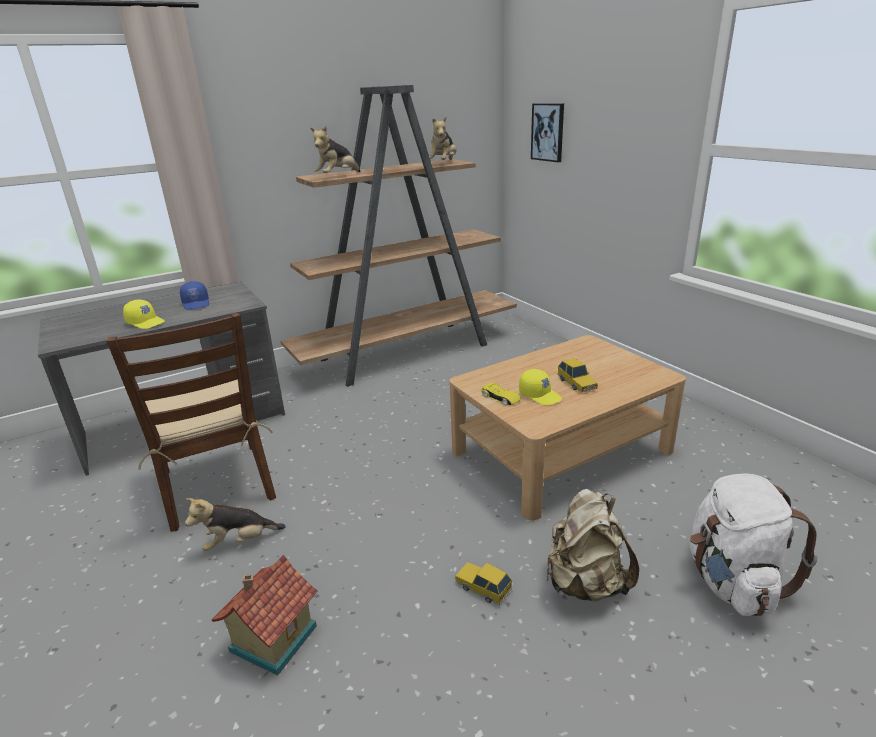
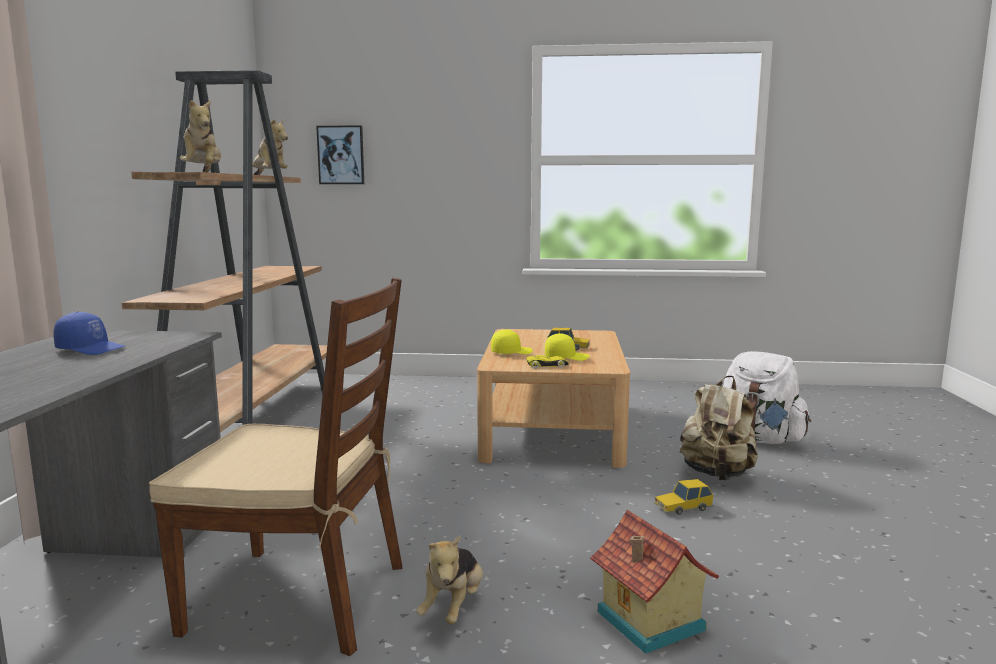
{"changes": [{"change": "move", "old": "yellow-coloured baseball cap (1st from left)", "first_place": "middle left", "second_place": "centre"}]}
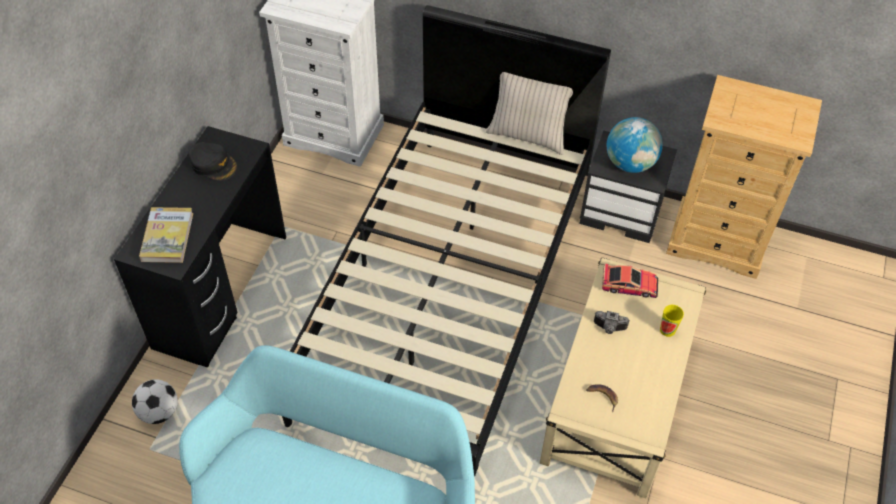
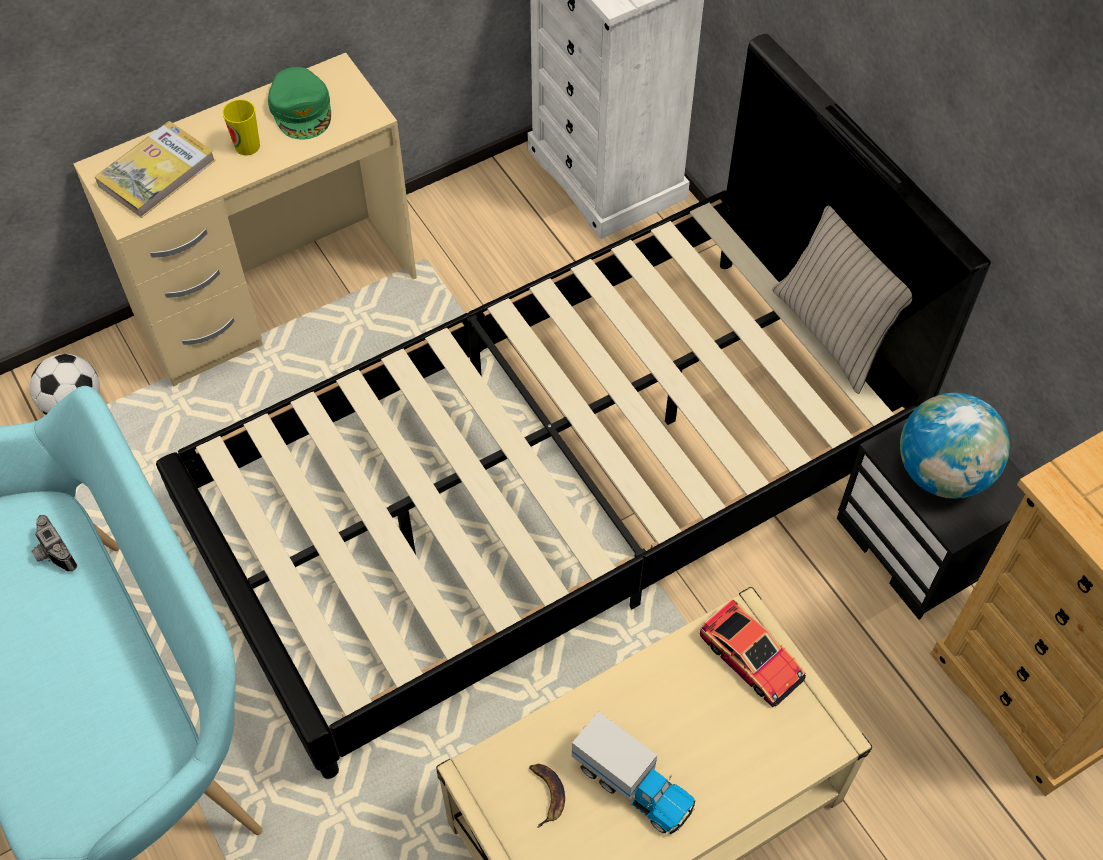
{"changes": [{"change": "recolor", "old": "black-coloured desk table", "new": "sand-coloured desk table", "first_place": "middle left", "second_place": "top left"}, {"change": "recolor", "old": "black-coloured baseball cap", "new": "greenish baseball cap", "first_place": "top left", "second_place": "top left"}, {"change": "move", "old": "drinking cup", "first_place": "middle right", "second_place": "top left"}, {"change": "move", "old": "still camera", "first_place": "middle right", "second_place": "middle left"}, {"change": "insert", "new": "toy lorry", "second_place": "bottom centre"}]}
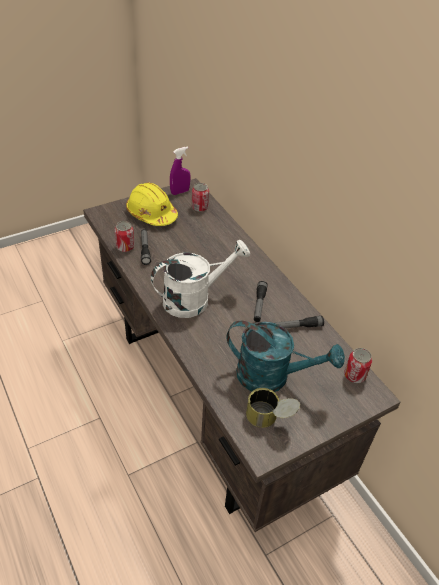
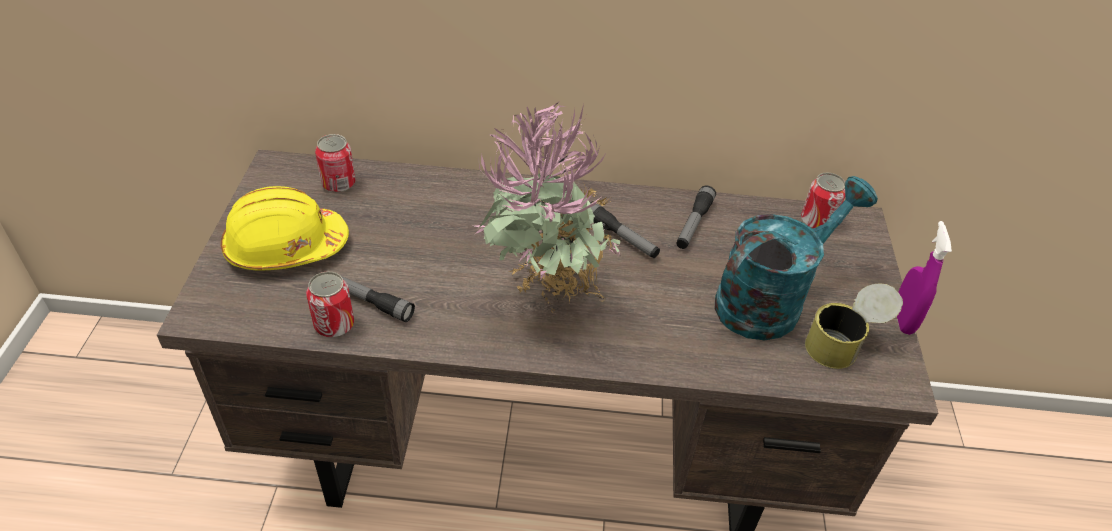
{"changes": [{"change": "move", "old": "purplish hand sprayer", "first_place": "top centre", "second_place": "middle right"}, {"change": "replace", "old": "whitish sprinkling can", "new": "houseplant", "first_place": "centre", "second_place": "centre"}]}
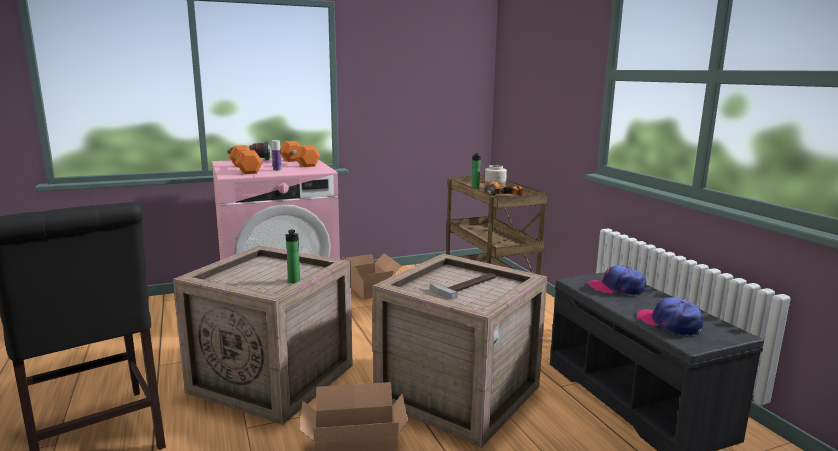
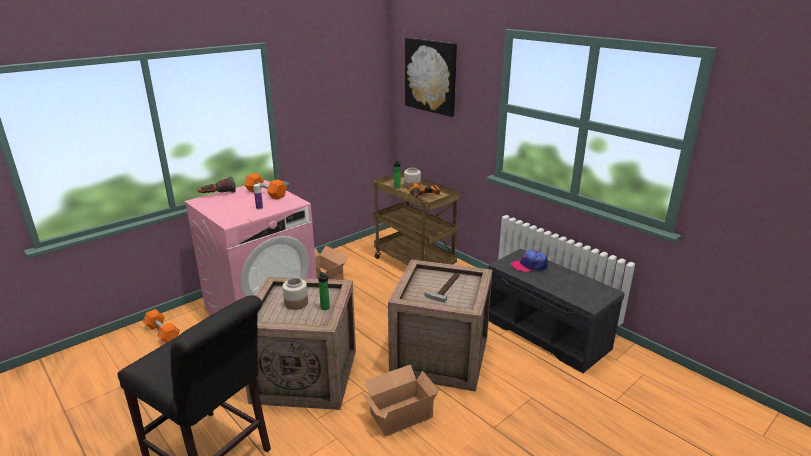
{"changes": [{"change": "move", "old": "orangey free weight (1st from left)", "first_place": "middle left", "second_place": "bottom left"}, {"change": "delete", "old": "baseball cap (2nd from left)", "first_place": "bottom right"}, {"change": "insert", "new": "wall picture", "second_place": "top centre"}, {"change": "insert", "new": "preserve jar (1st from left)", "second_place": "centre"}]}
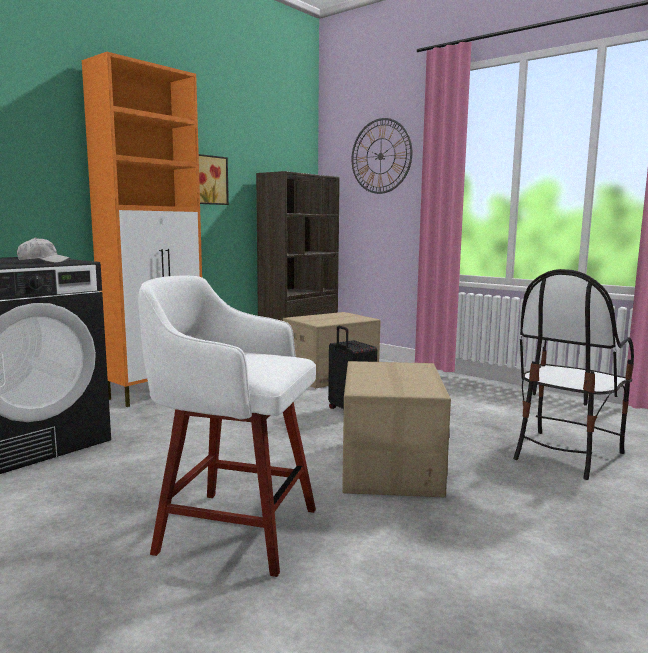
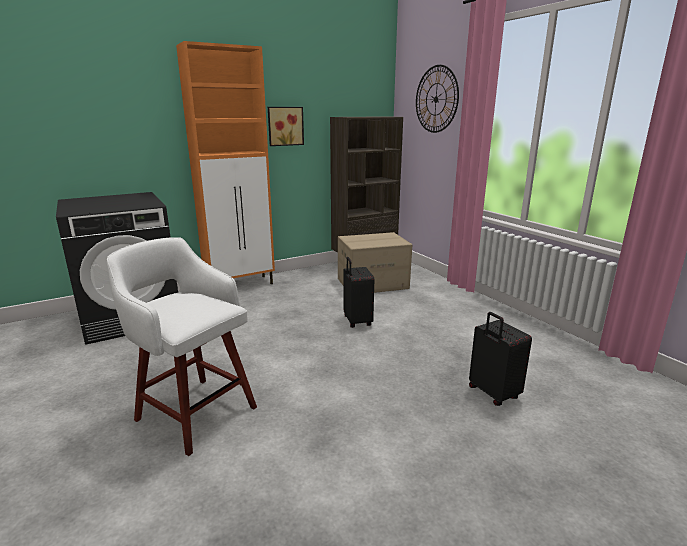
{"changes": [{"change": "delete", "old": "whitish baseball cap", "first_place": "middle left"}, {"change": "replace", "old": "upright chair", "new": "black-coloured piece of luggage (2nd from left)", "first_place": "middle right", "second_place": "middle right"}, {"change": "delete", "old": "carton (2nd from left)", "first_place": "centre"}]}
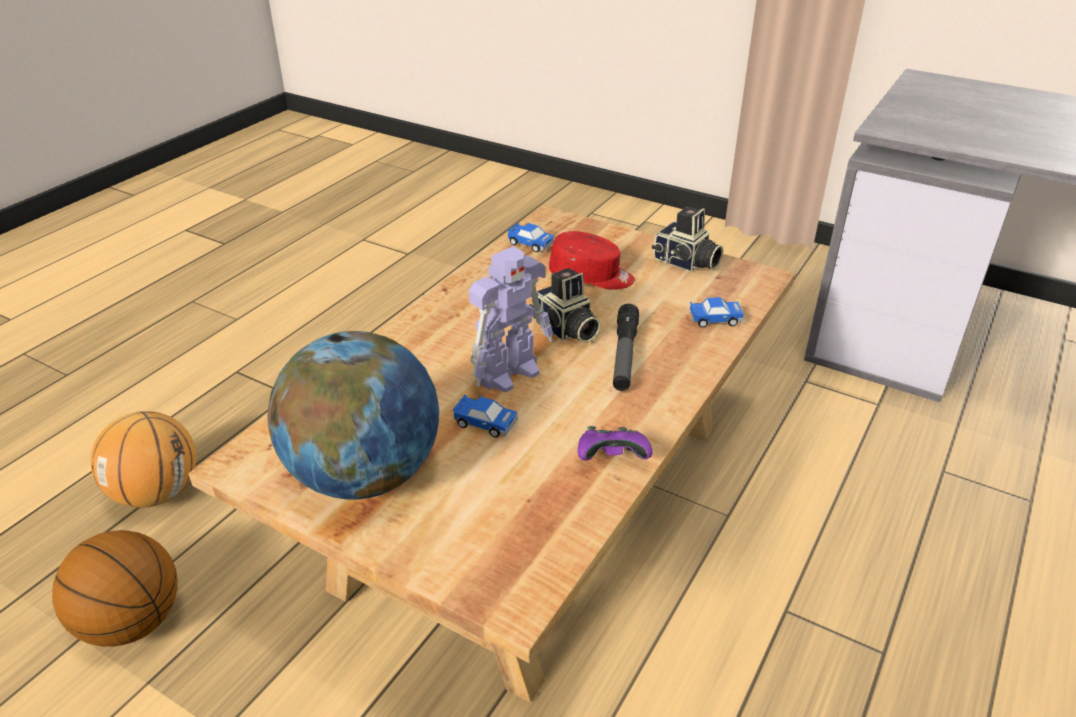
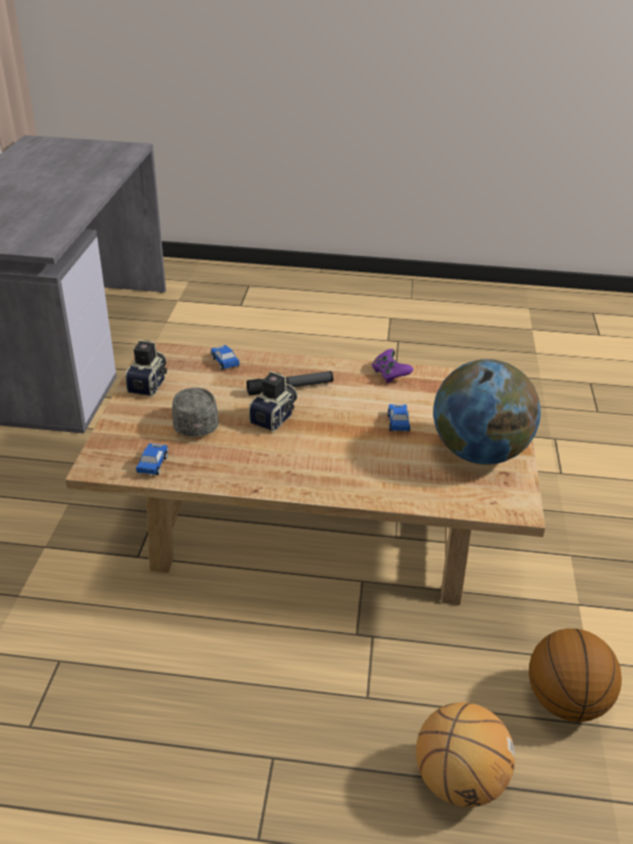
{"changes": [{"change": "recolor", "old": "red-coloured baseball cap", "new": "gray baseball cap", "first_place": "centre", "second_place": "middle left"}, {"change": "delete", "old": "robot figure", "first_place": "centre"}]}
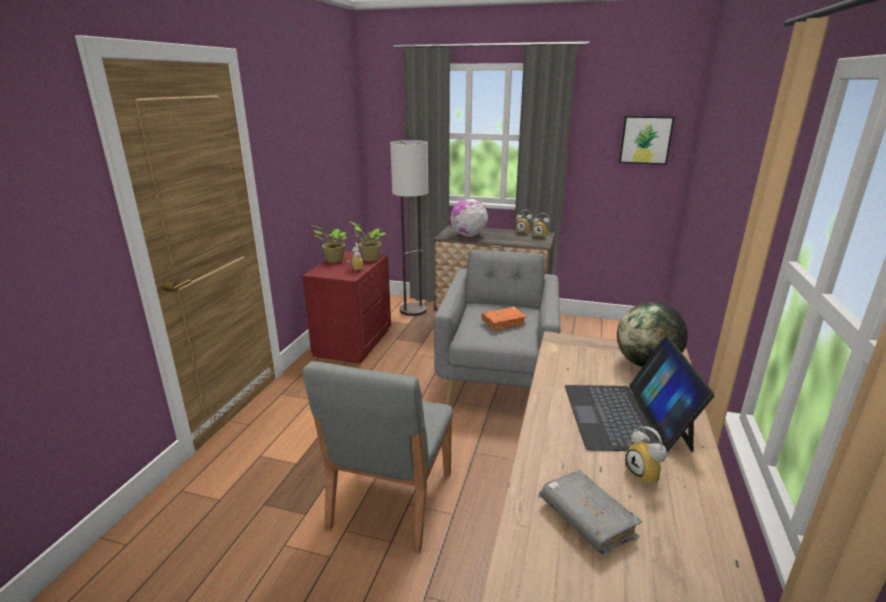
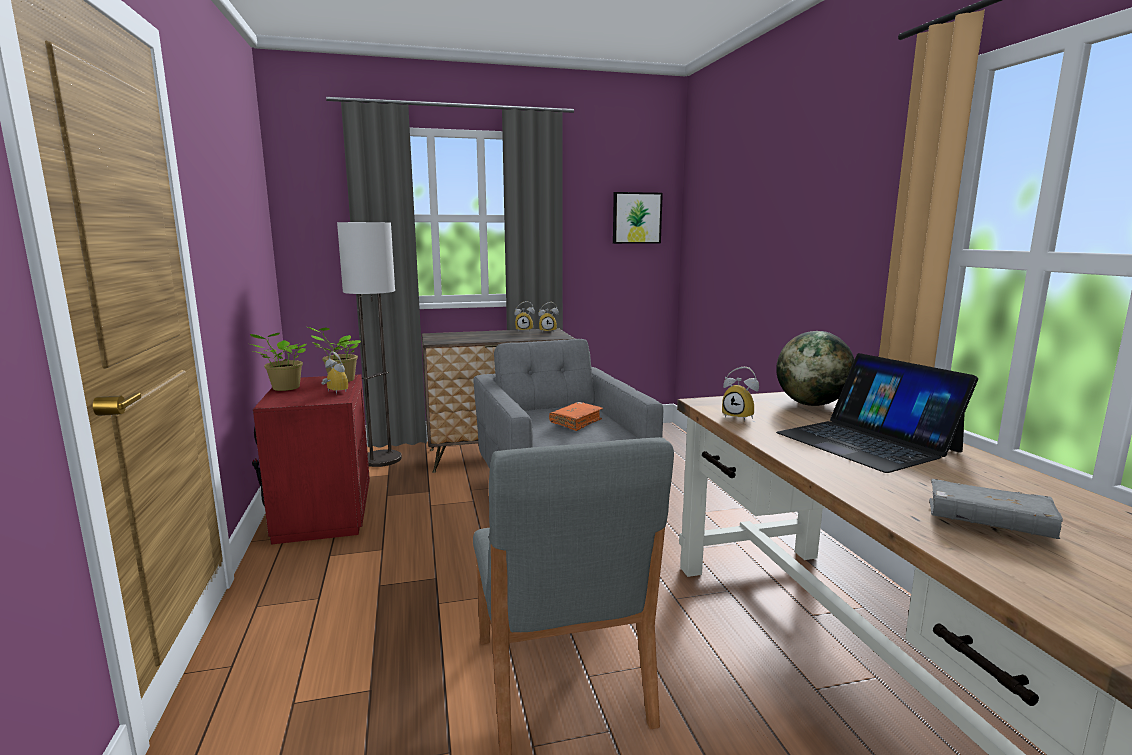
{"changes": [{"change": "delete", "old": "world globe (1st from left)", "first_place": "centre"}, {"change": "move", "old": "bedside clock (4th from left)", "first_place": "bottom right", "second_place": "centre"}]}
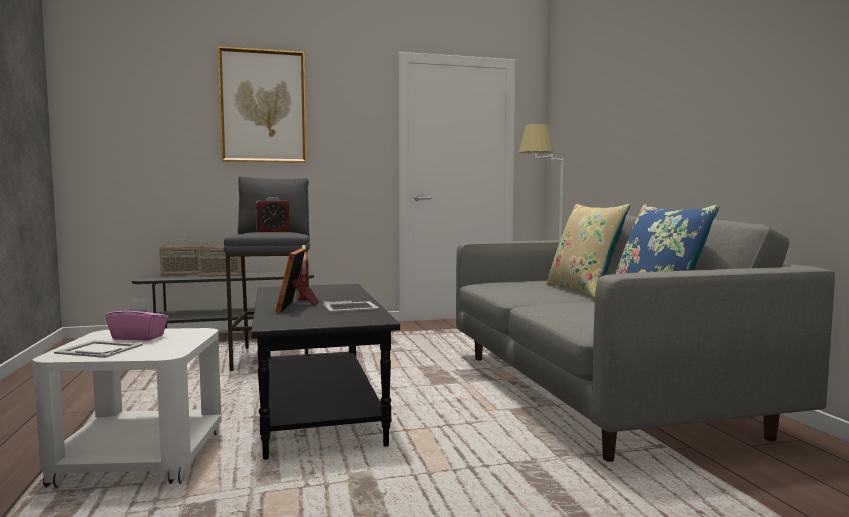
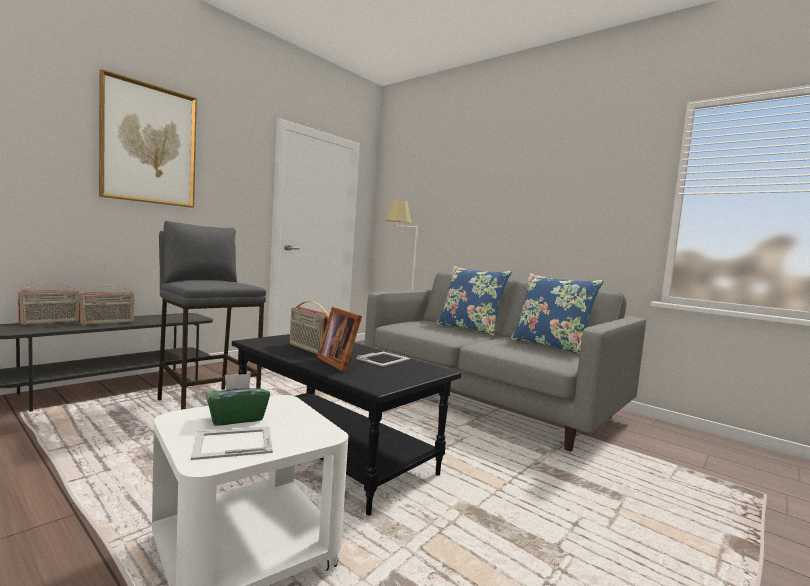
{"changes": [{"change": "delete", "old": "bedside clock", "first_place": "middle left"}, {"change": "recolor", "old": "sand-coloured throw pillow", "new": "blue throw pillow (1st from left)", "first_place": "middle right", "second_place": "centre"}, {"change": "recolor", "old": "pinkish box of tissues", "new": "greenish box of tissues", "first_place": "middle left", "second_place": "bottom left"}]}
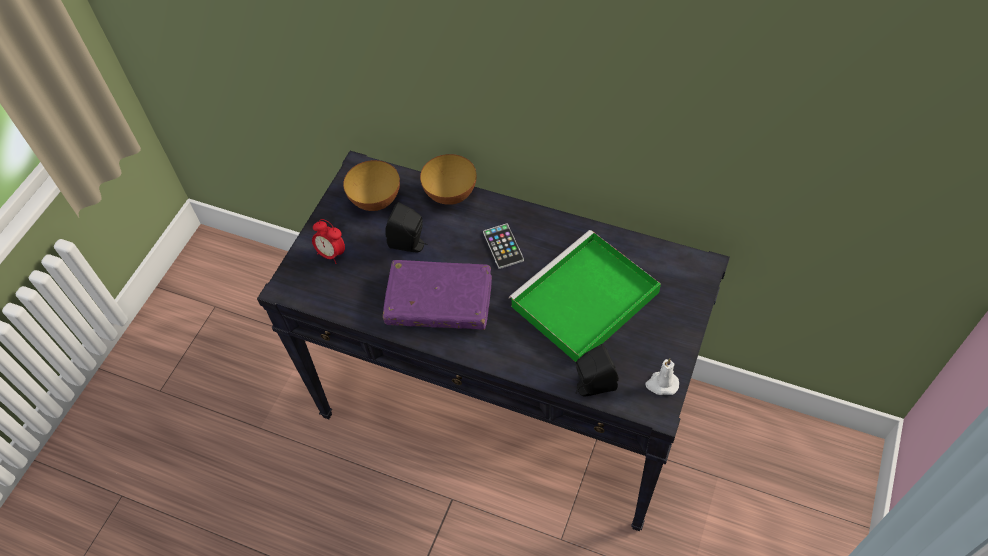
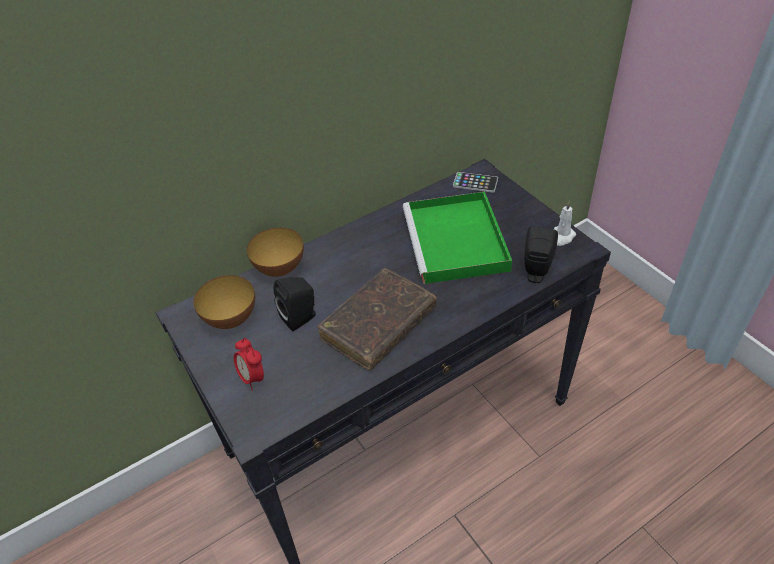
{"changes": [{"change": "rotate", "old": "bedside clock", "first_place": "middle left", "second_place": "middle left", "degrees": 75}, {"change": "move", "old": "handset", "first_place": "centre", "second_place": "top centre"}, {"change": "recolor", "old": "purplish volume", "new": "brownish volume", "first_place": "centre", "second_place": "centre"}]}
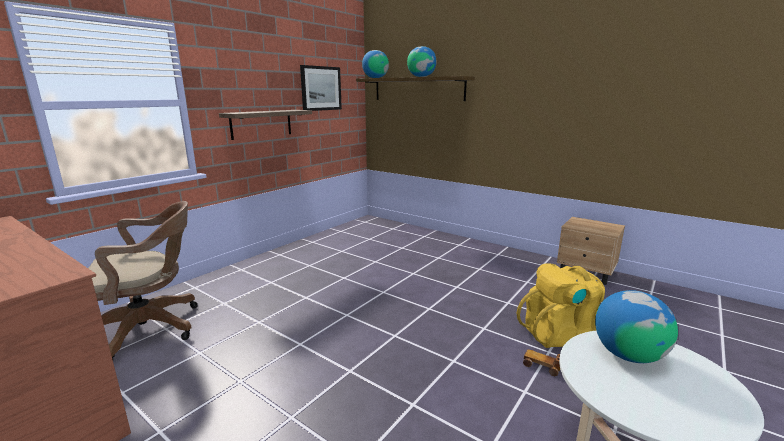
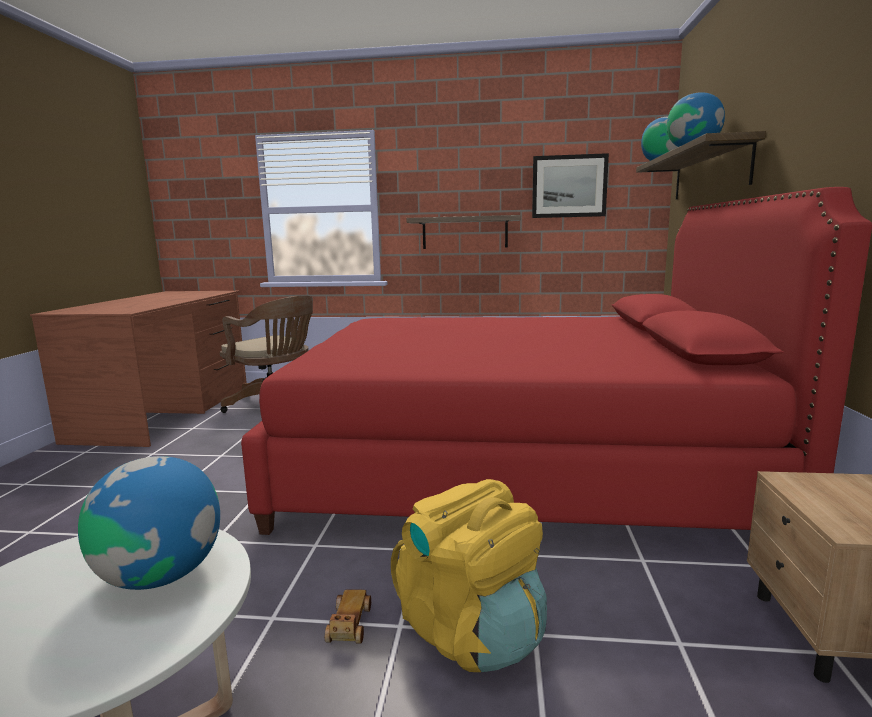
{"changes": [{"change": "insert", "new": "red-coloured bed", "second_place": "centre"}]}
